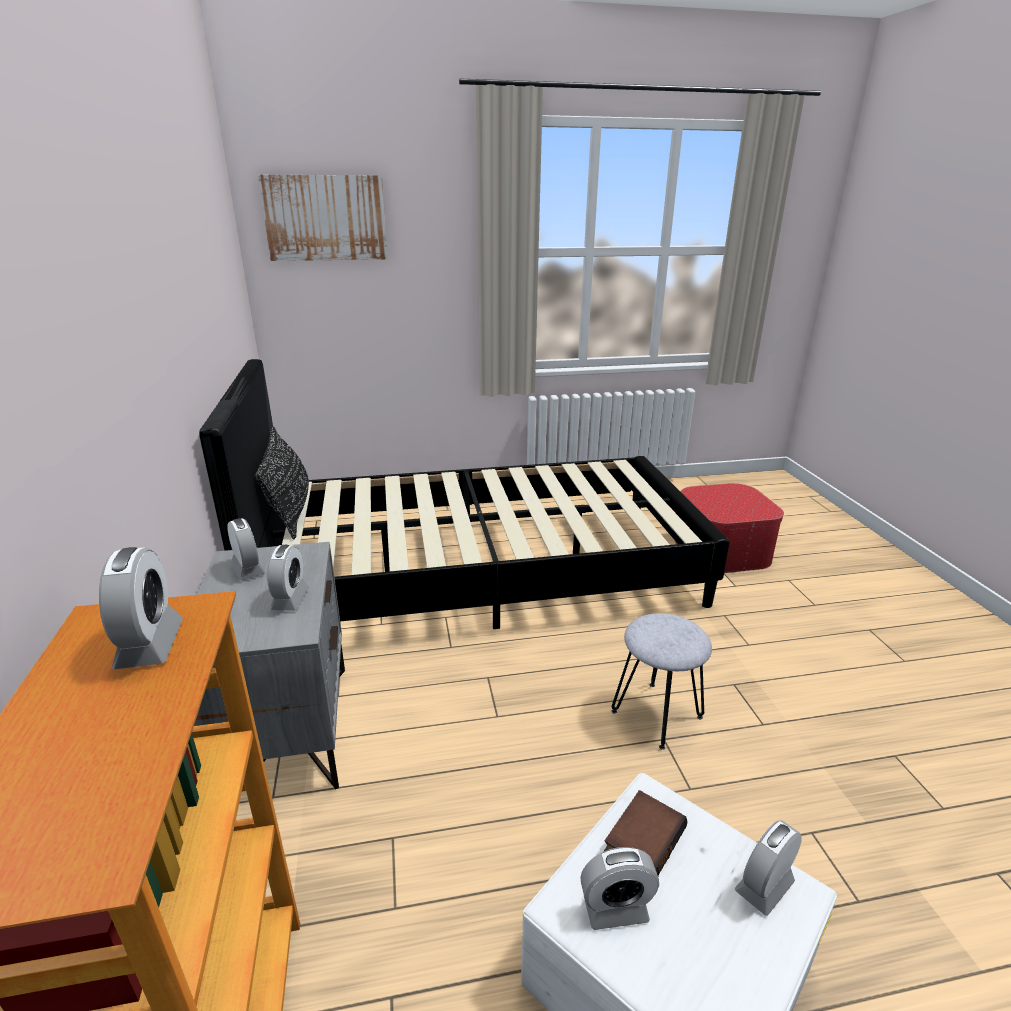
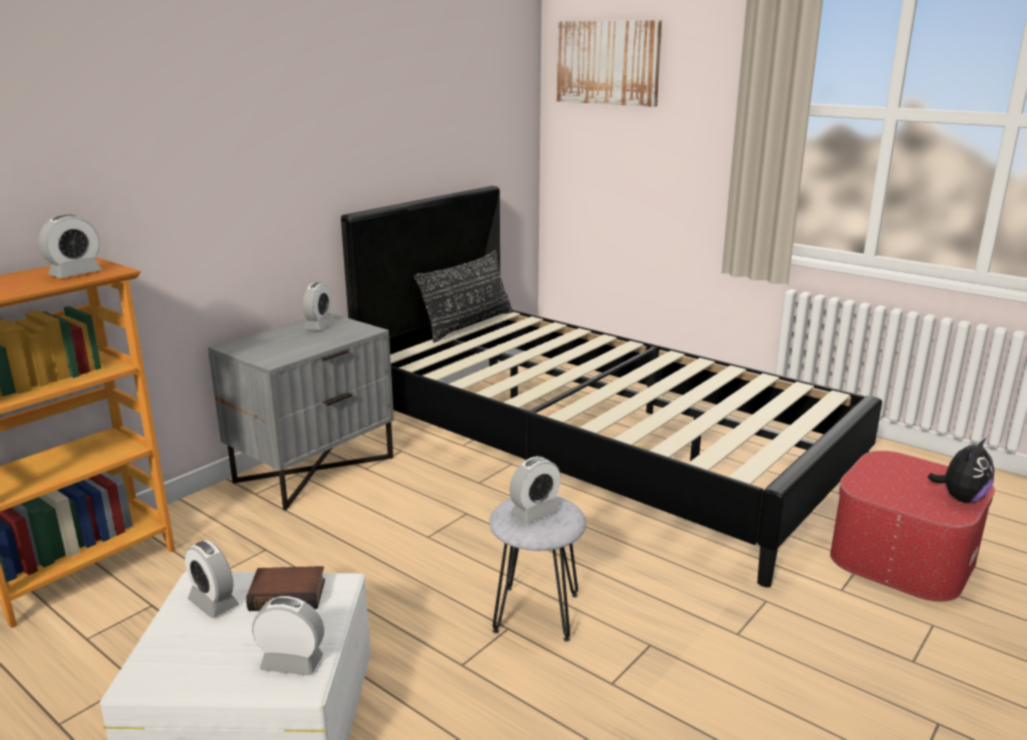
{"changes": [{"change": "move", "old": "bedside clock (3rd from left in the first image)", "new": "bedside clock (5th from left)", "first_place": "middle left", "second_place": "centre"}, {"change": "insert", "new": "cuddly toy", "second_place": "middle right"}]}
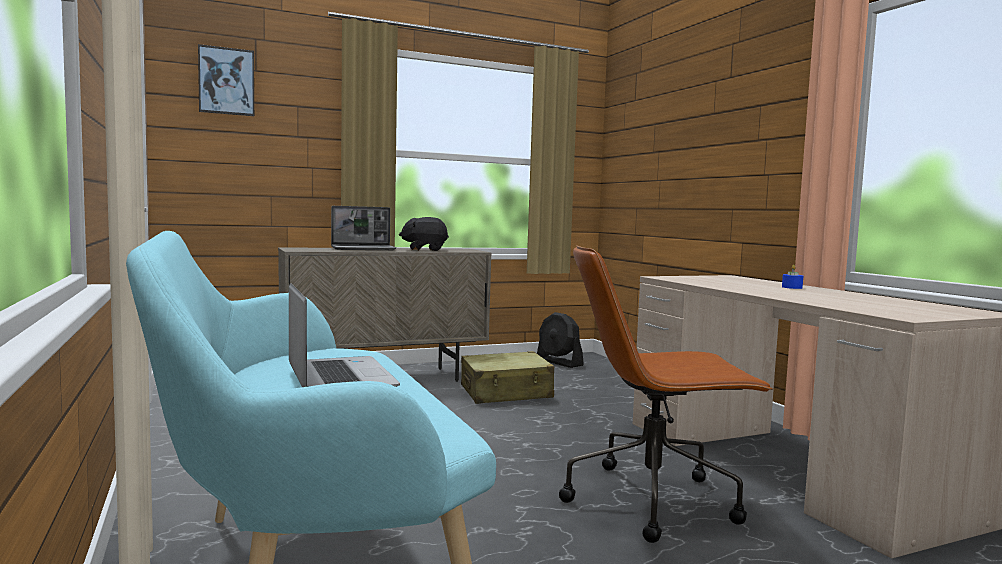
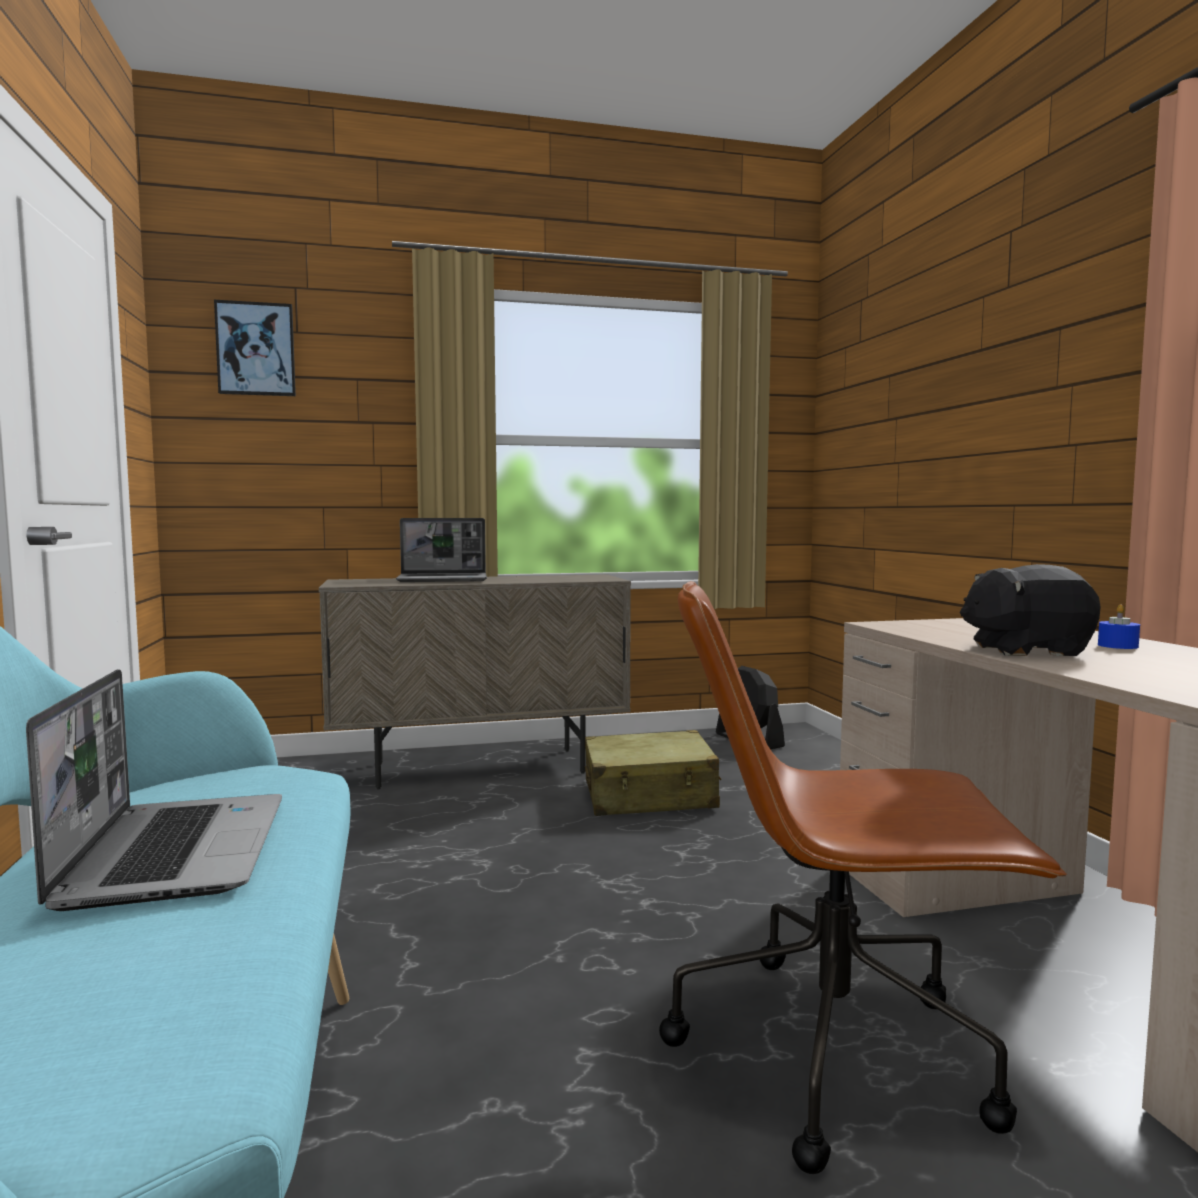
{"changes": [{"change": "move", "old": "black-coloured cuddly toy", "first_place": "centre", "second_place": "middle right"}]}
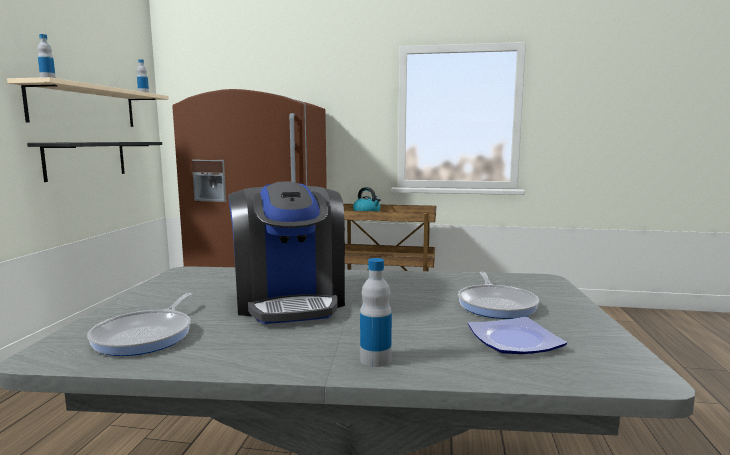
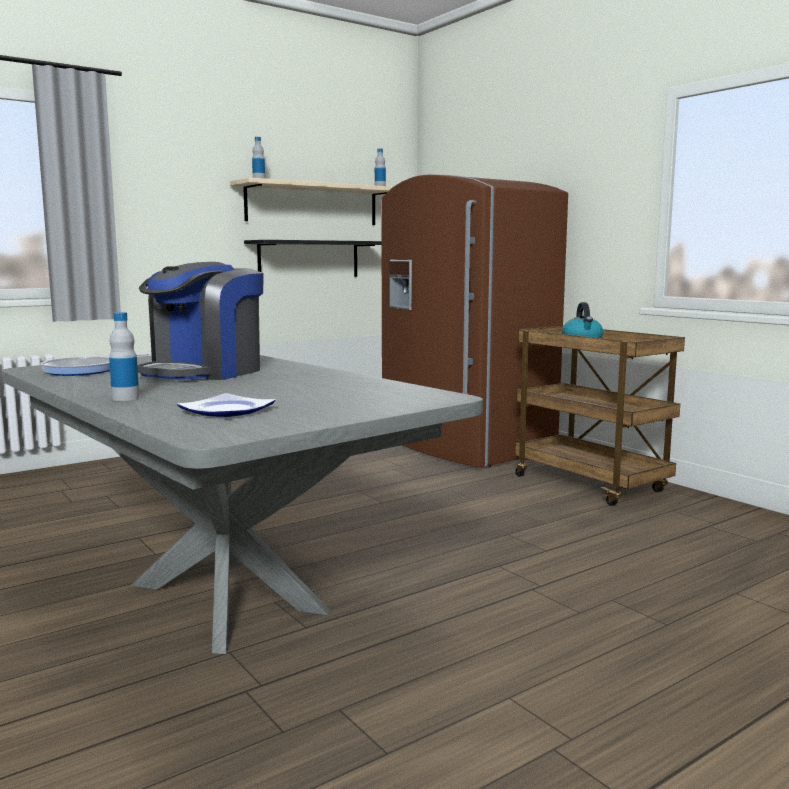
{"changes": [{"change": "delete", "old": "pan (2nd from left)", "first_place": "middle right"}]}
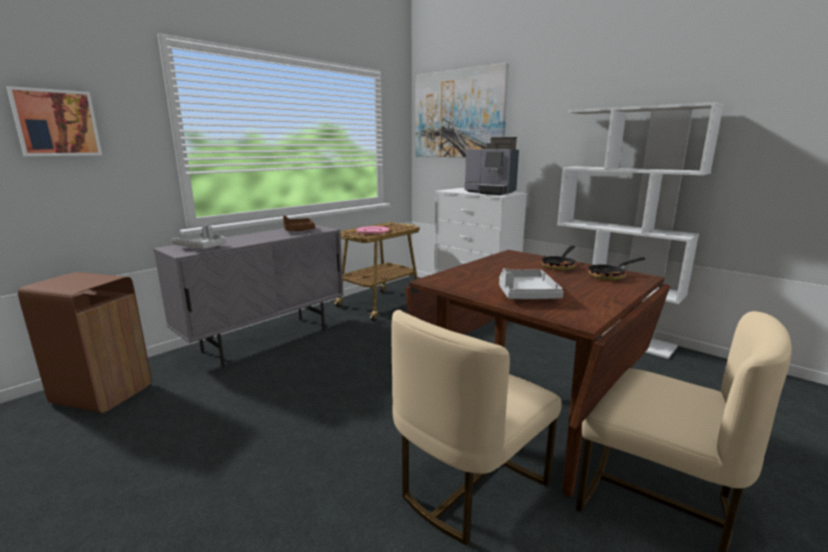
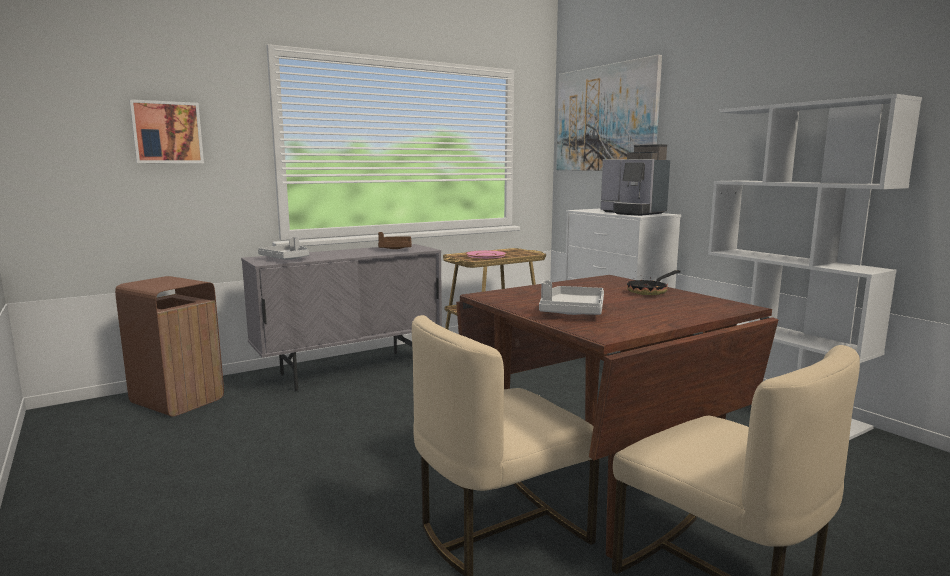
{"changes": [{"change": "delete", "old": "pan (2nd from left)", "first_place": "middle right"}]}
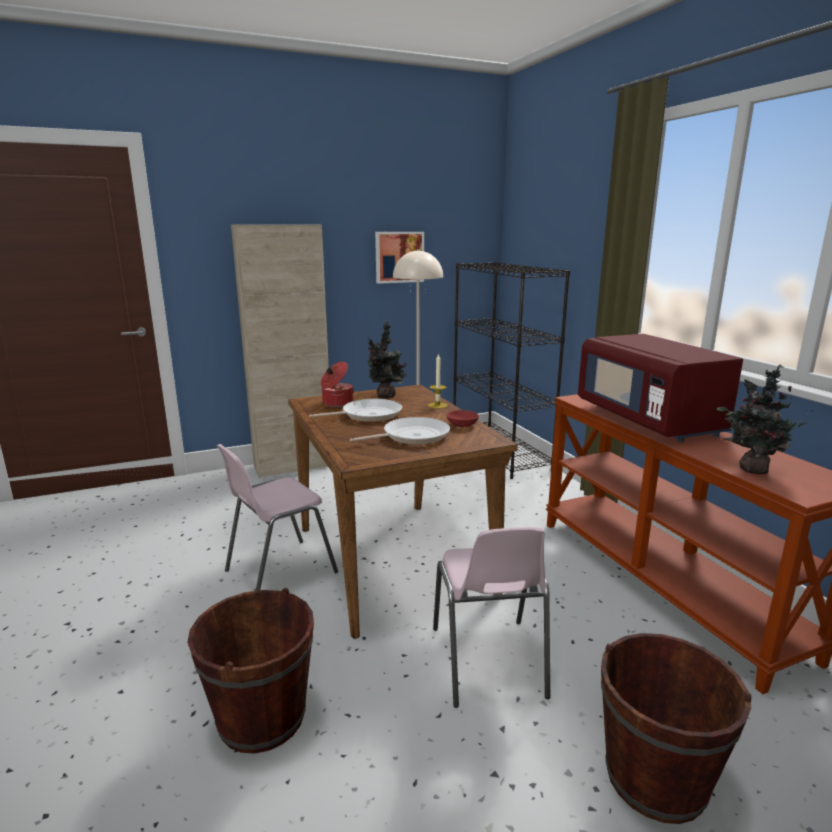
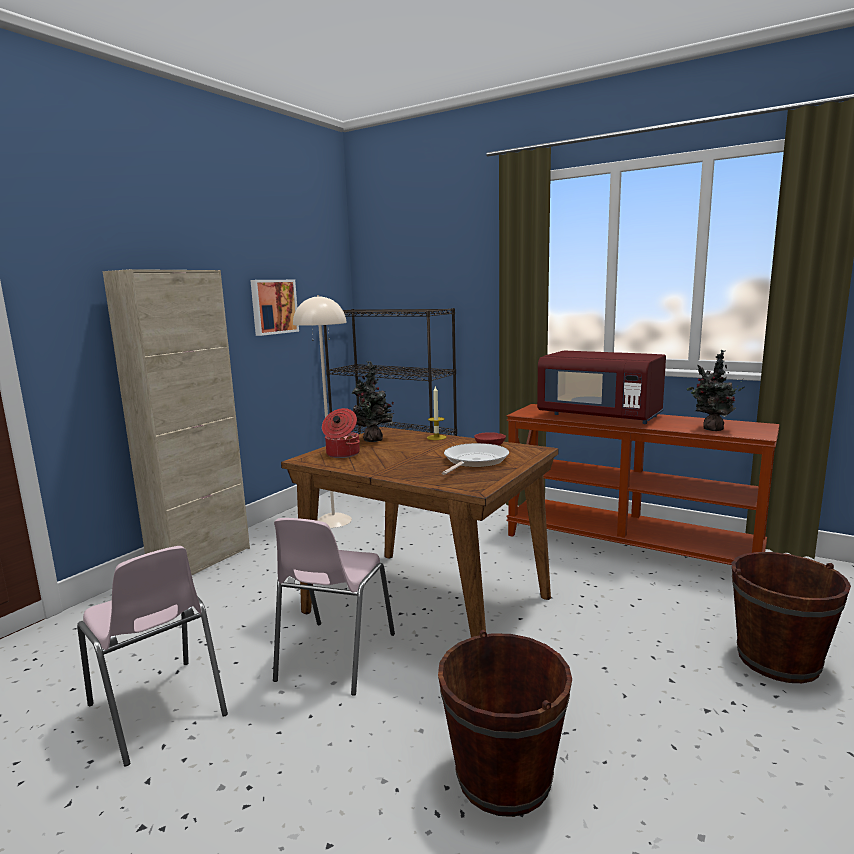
{"changes": [{"change": "delete", "old": "pan (1st from left)", "first_place": "centre"}, {"change": "move", "old": "pinkish upright chair (2nd from left in the first image)", "new": "pinkish upright chair (1st from left)", "first_place": "bottom centre", "second_place": "bottom left"}]}
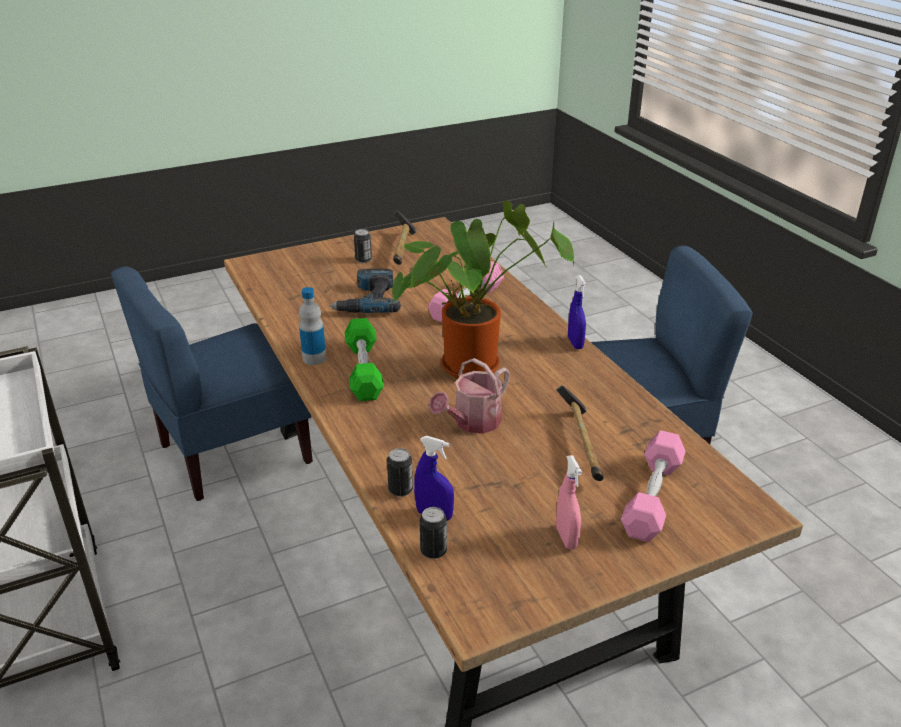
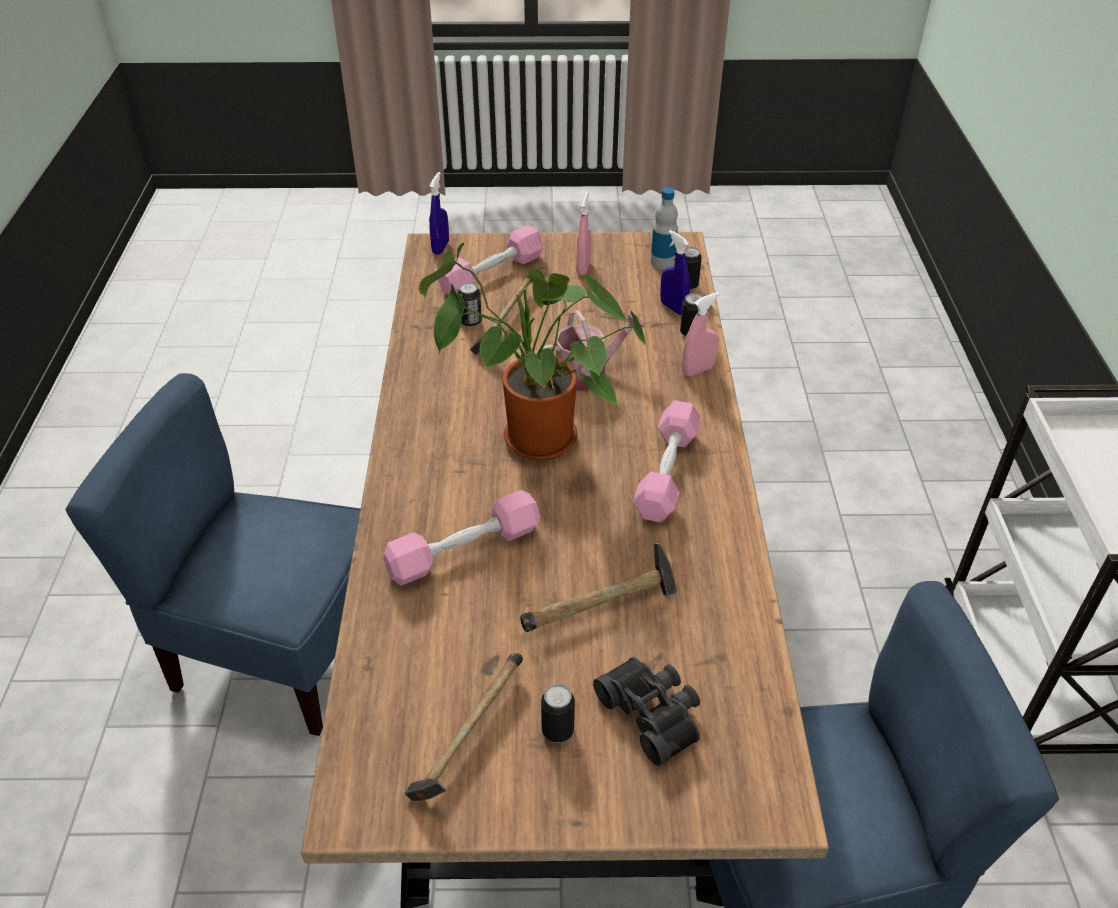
{"changes": [{"change": "replace", "old": "drill", "new": "hammer (3rd from left)", "first_place": "centre", "second_place": "centre"}, {"change": "move", "old": "blue hand sprayer (2nd from left in the first image)", "new": "blue hand sprayer (1st from left)", "first_place": "centre", "second_place": "top centre"}, {"change": "move", "old": "beverage bottle", "first_place": "centre", "second_place": "top centre"}, {"change": "recolor", "old": "greenish free weight", "new": "pinkish free weight (3rd from left)", "first_place": "centre", "second_place": "centre"}, {"change": "insert", "new": "sealed can (1st from left)", "second_place": "centre"}, {"change": "insert", "new": "pinkish hand sprayer (2nd from left)", "second_place": "centre"}, {"change": "insert", "new": "black-coloured pair of binoculars", "second_place": "bottom centre"}]}
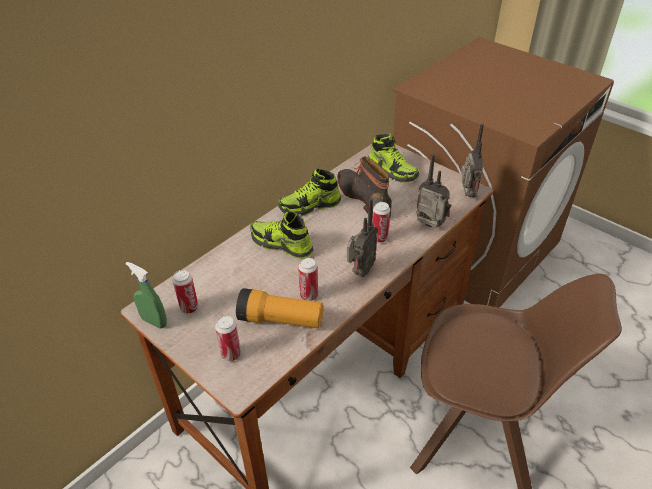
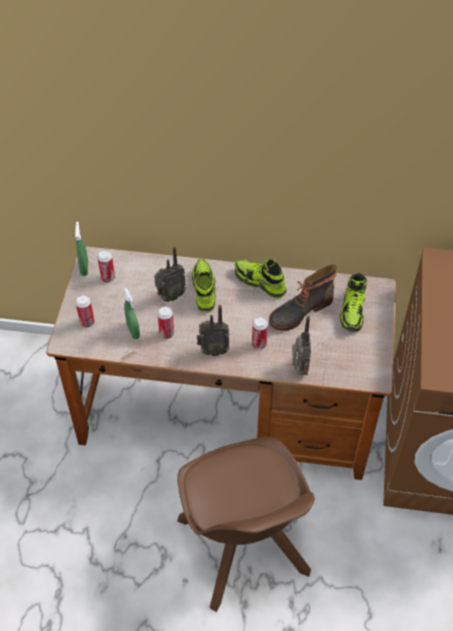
{"changes": [{"change": "move", "old": "radio set (3rd from left in the first image)", "new": "radio set (1st from left)", "first_place": "top right", "second_place": "centre"}, {"change": "rotate", "old": "high-top boot", "first_place": "centre", "second_place": "middle right", "degrees": -150}, {"change": "replace", "old": "torch", "new": "greenish hand sprayer (2nd from left)", "first_place": "centre", "second_place": "middle left"}]}
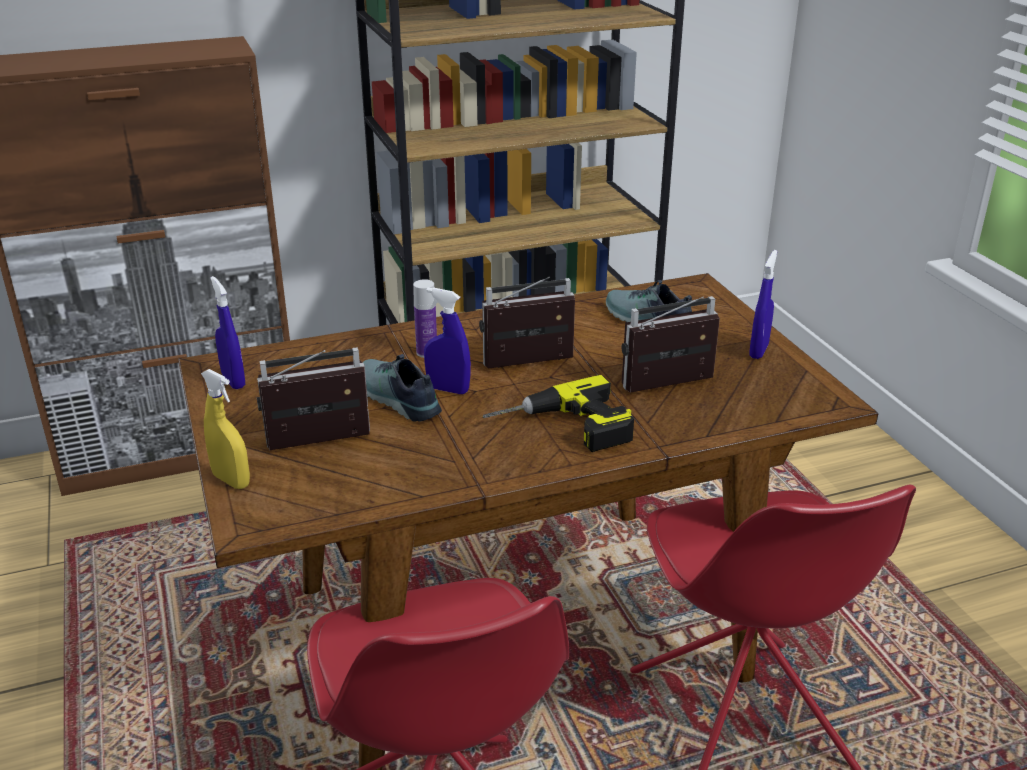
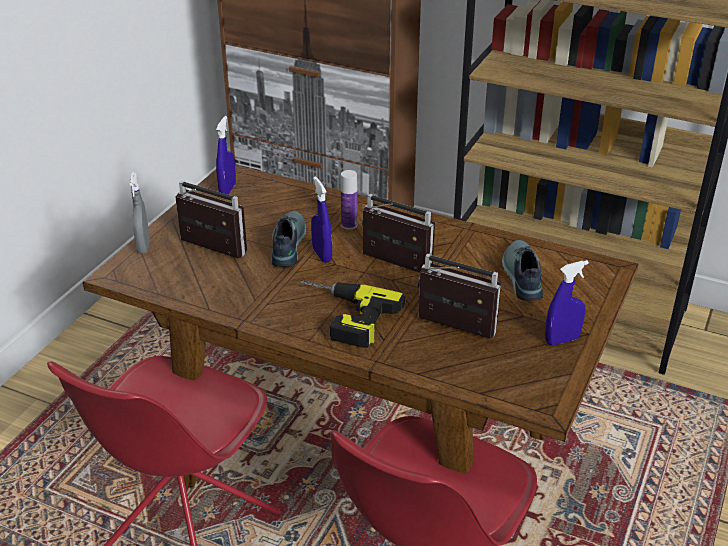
{"changes": [{"change": "recolor", "old": "yellow-coloured hand sprayer", "new": "gray hand sprayer", "first_place": "middle left", "second_place": "middle left"}]}
